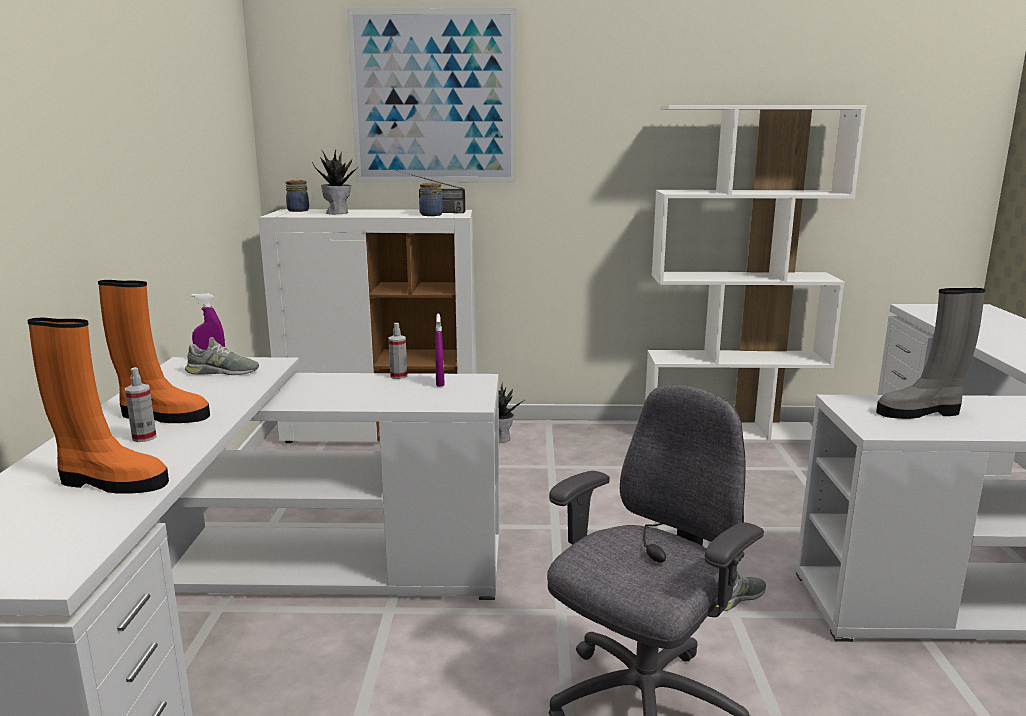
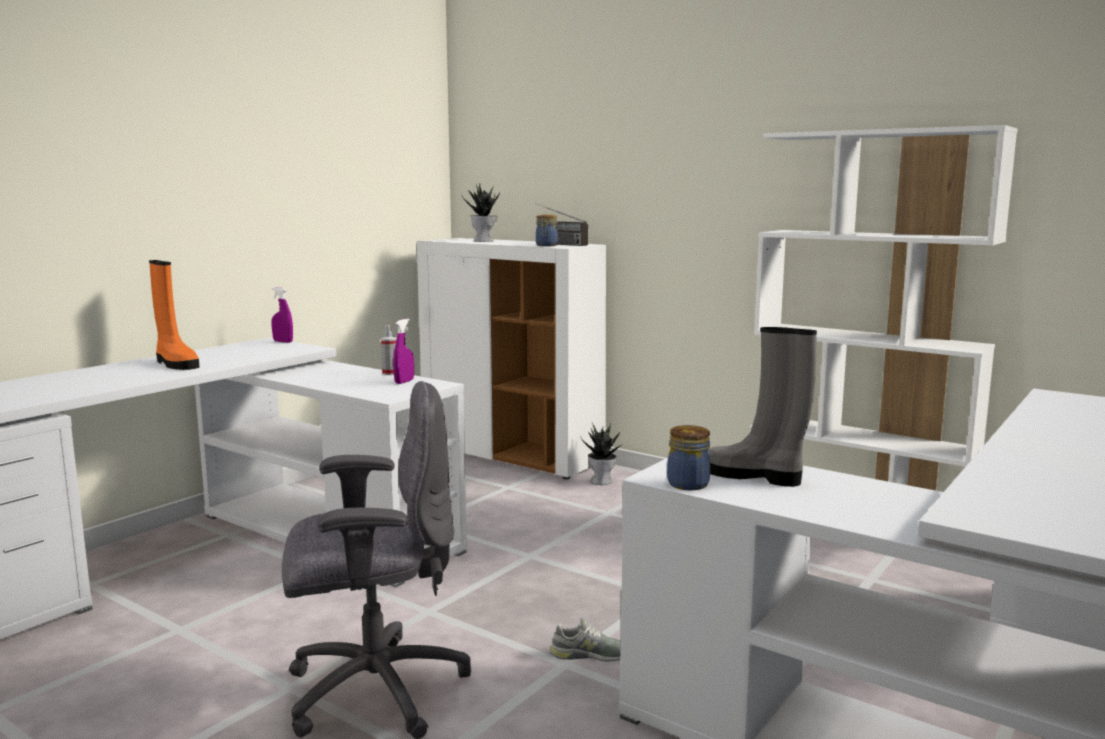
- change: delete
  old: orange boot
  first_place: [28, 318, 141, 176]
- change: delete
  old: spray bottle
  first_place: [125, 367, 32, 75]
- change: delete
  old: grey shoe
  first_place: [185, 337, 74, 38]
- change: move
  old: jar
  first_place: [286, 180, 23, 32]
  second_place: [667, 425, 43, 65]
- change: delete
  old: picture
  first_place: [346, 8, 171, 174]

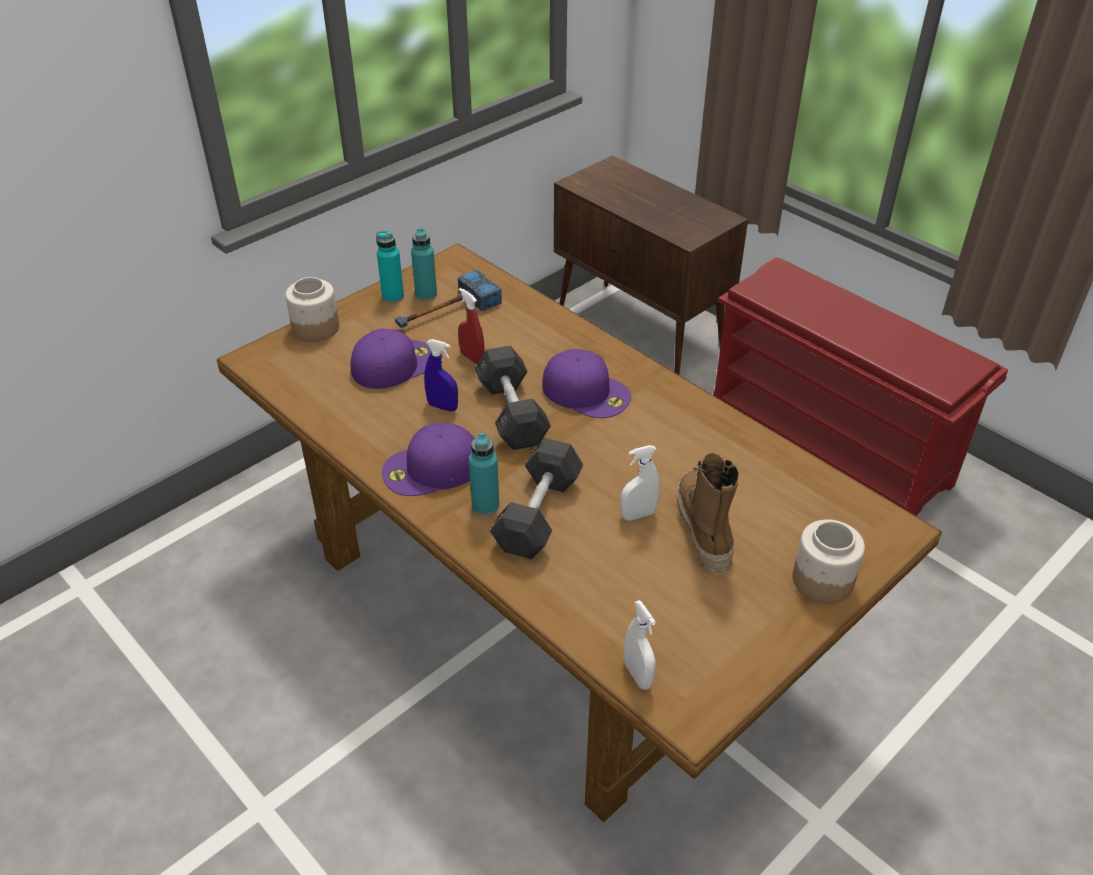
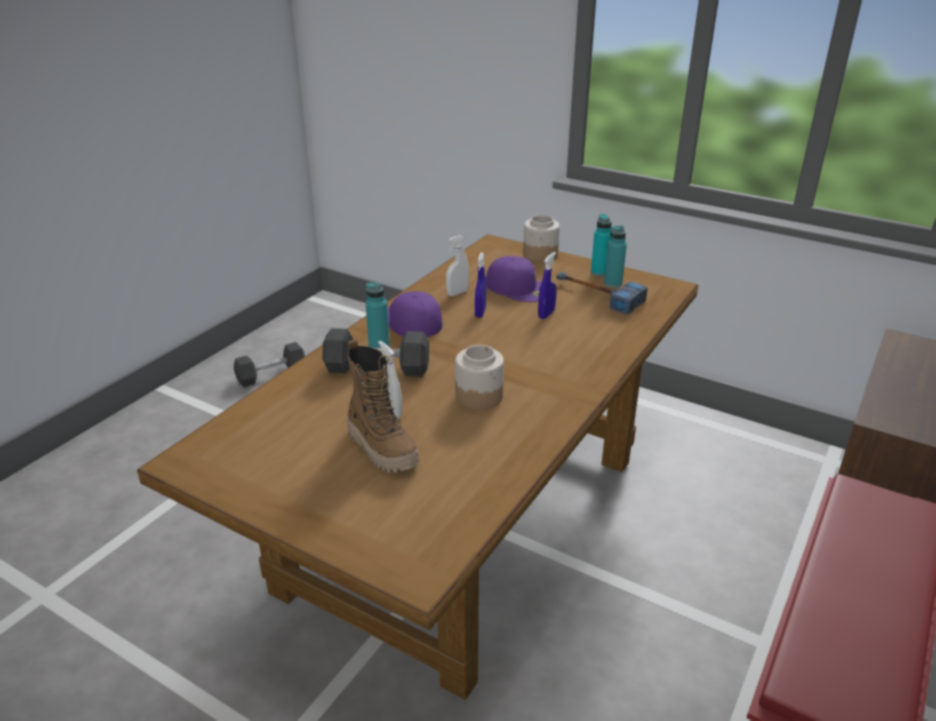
- change: recolor
  old: red spray bottle
  new: blue spray bottle
  first_place: [458, 288, 26, 76]
  second_place: [538, 252, 19, 67]
- change: move
  old: grey dumbbell
  first_place: [475, 346, 76, 104]
  second_place: [234, 342, 71, 45]
- change: delete
  old: purple cap
  first_place: [542, 349, 89, 69]
- change: move
  old: white spray bottle
  first_place: [624, 600, 32, 90]
  second_place: [446, 235, 23, 61]
- change: rotate
  old: boot
  first_place: [677, 453, 62, 120]
  second_place: [347, 339, 72, 134]
  degrees: 75
- change: move
  old: jar
  first_place: [793, 519, 72, 84]
  second_place: [455, 345, 49, 65]

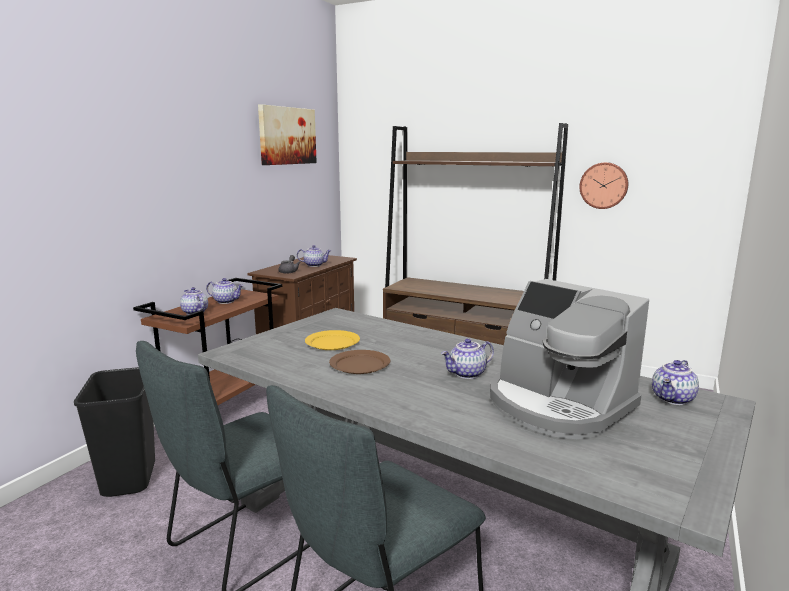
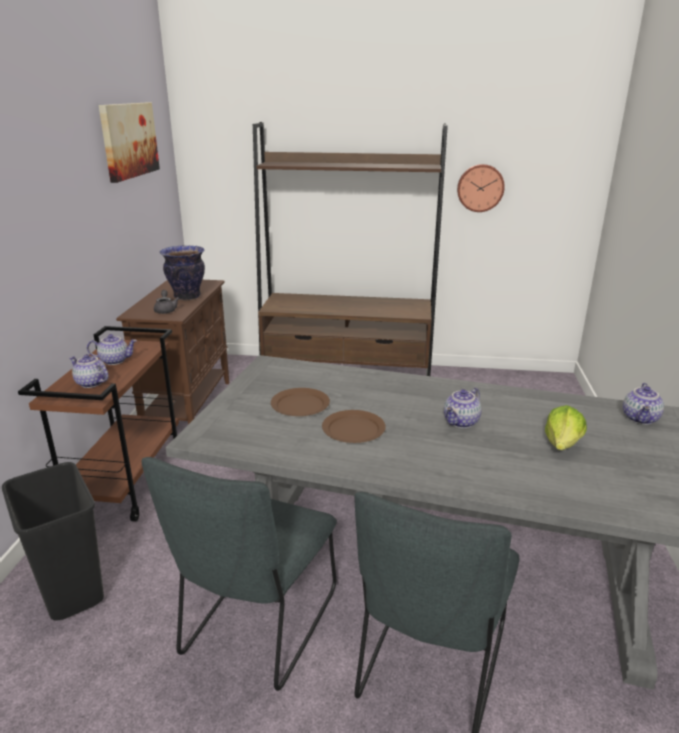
- change: replace
  old: teapot
  new: vase
  first_place: [297, 245, 34, 22]
  second_place: [160, 246, 45, 54]
- change: recolor
  old: yellow plate
  new: brown plate
  first_place: [305, 330, 55, 20]
  second_place: [271, 388, 59, 28]
- change: replace
  old: coffee machine
  new: lettuce
  first_place: [490, 279, 159, 160]
  second_place: [545, 405, 42, 45]

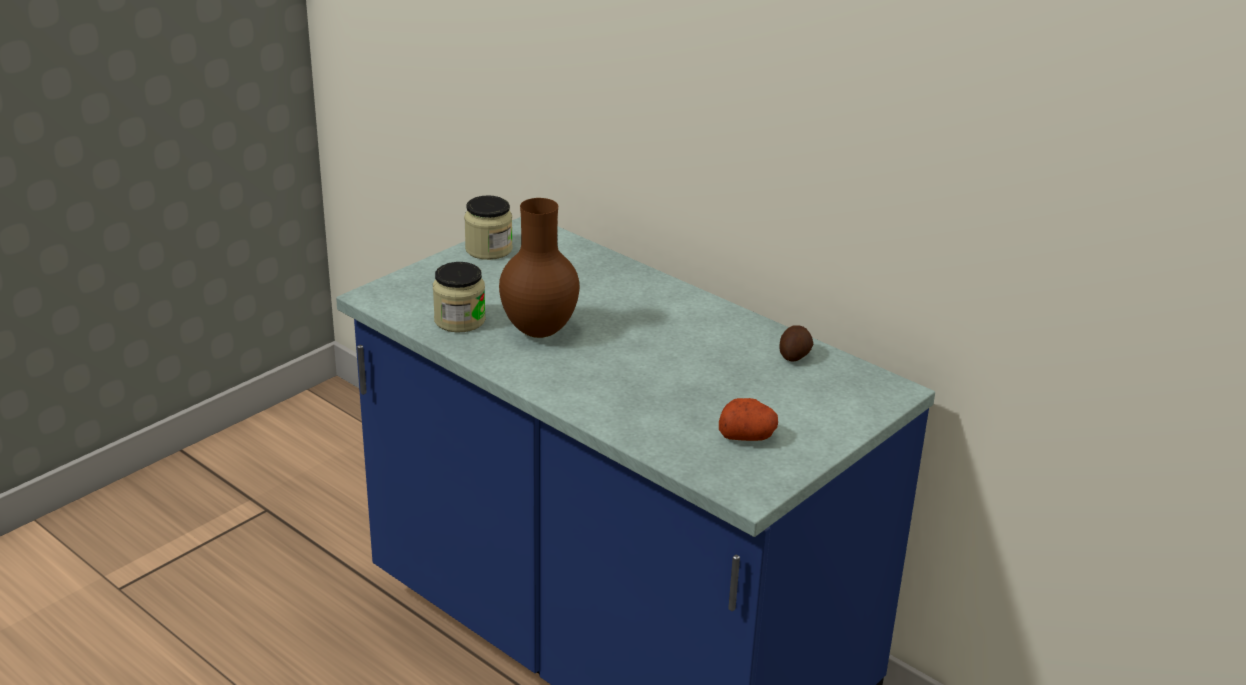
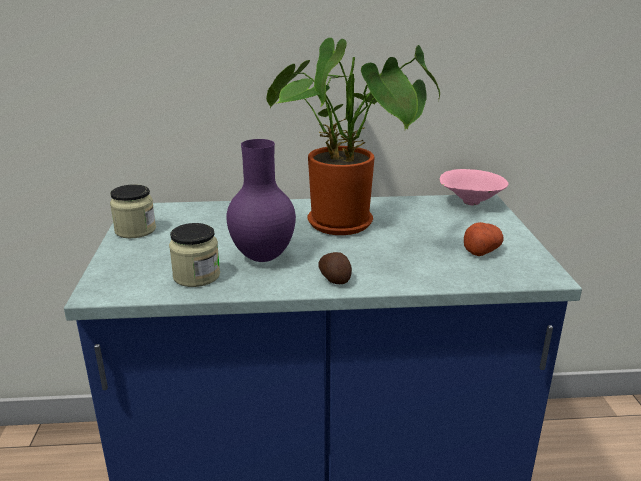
- change: recolor
  old: brown vase
  new: purple vase
  first_place: [499, 198, 80, 140]
  second_place: [226, 139, 70, 123]
- change: move
  old: potato
  first_place: [779, 326, 34, 35]
  second_place: [318, 252, 34, 32]
- change: insert
  new: potted plant
  second_place: [266, 38, 174, 197]
- change: insert
  new: pink bowl
  second_place: [440, 169, 69, 36]

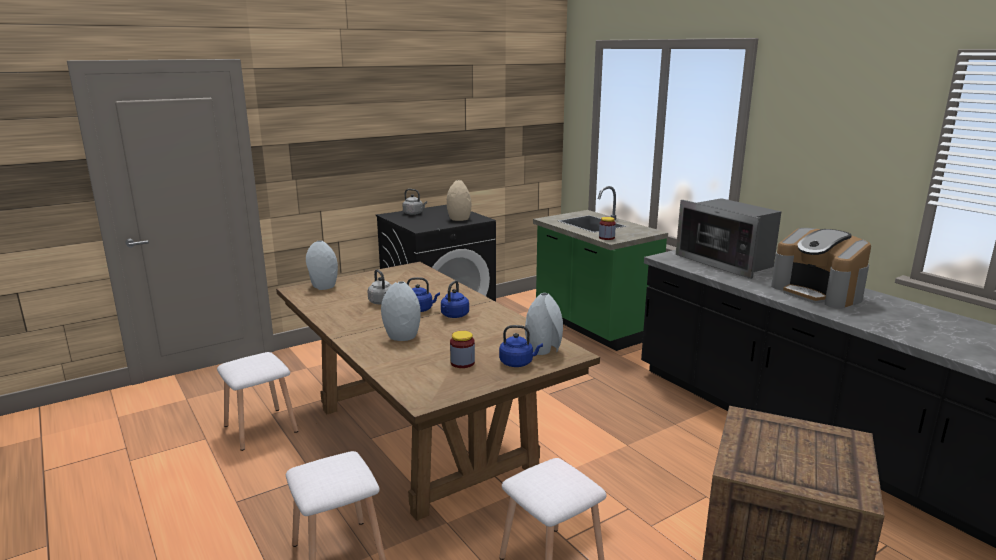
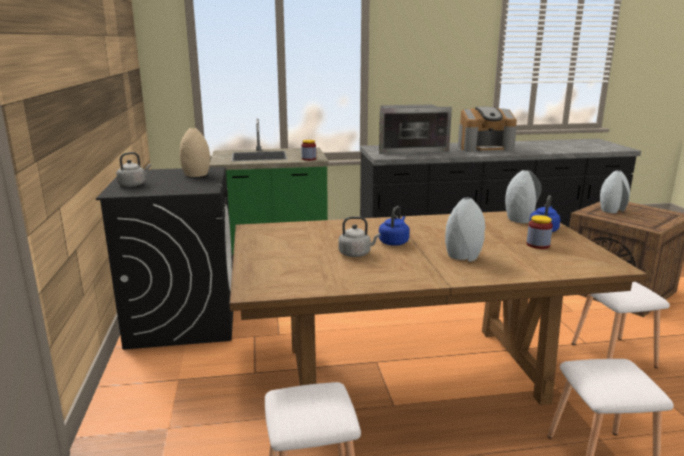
- change: move
  old: grey vase
  first_place: [306, 240, 32, 50]
  second_place: [600, 170, 30, 43]
- change: delete
  old: blue kettle
  first_place: [441, 281, 28, 37]

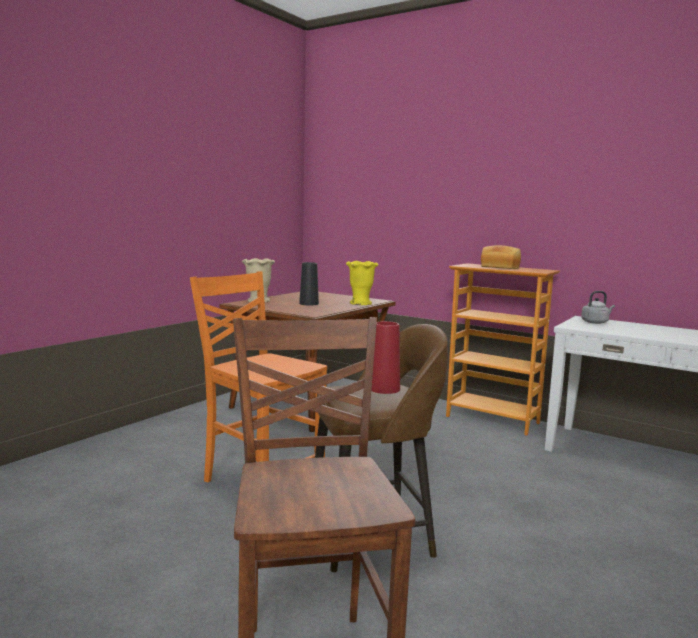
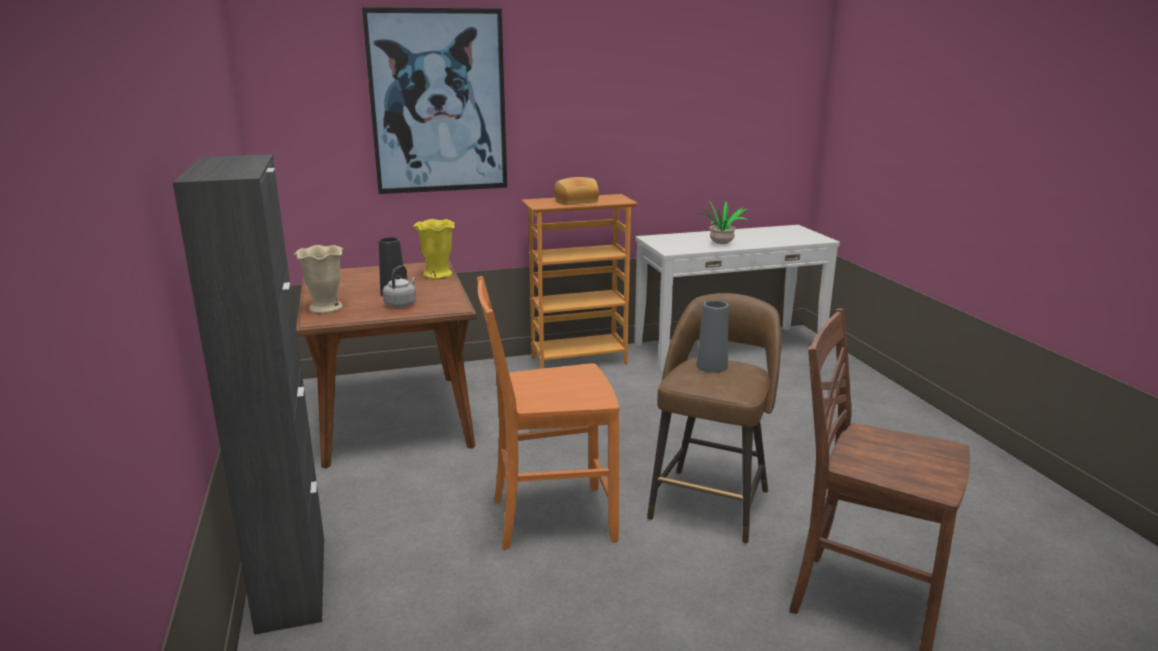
- change: recolor
  old: red vase
  new: grey vase
  first_place: [371, 321, 29, 73]
  second_place: [696, 301, 33, 72]
- change: move
  old: grey kettle
  first_place: [581, 291, 34, 33]
  second_place: [383, 265, 33, 42]
- change: insert
  new: black cabinet
  second_place: [173, 154, 151, 481]
- change: insert
  new: picture
  second_place: [362, 7, 145, 187]
- change: insert
  new: potted plant
  second_place: [697, 200, 51, 44]

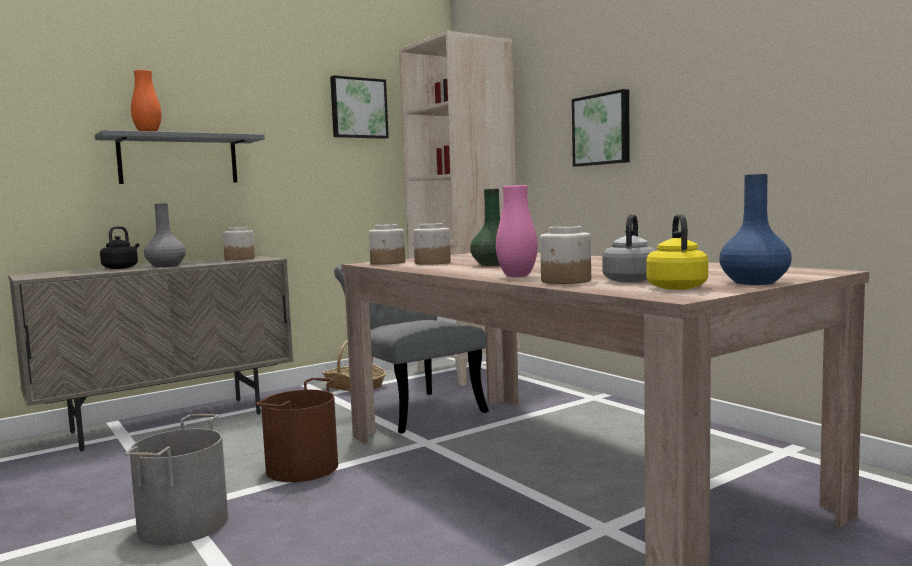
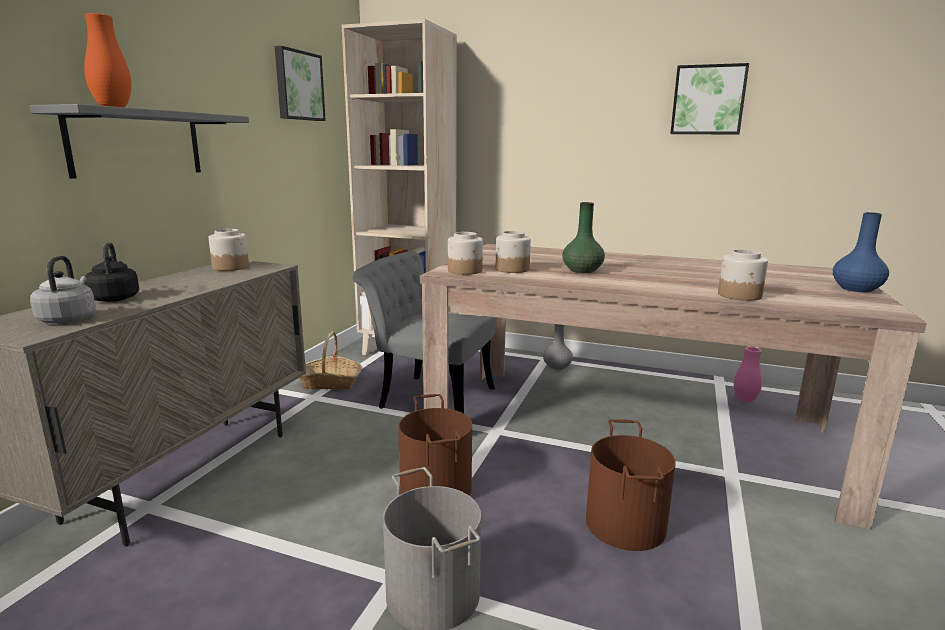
- change: move
  old: grey vase
  first_place: [144, 203, 42, 64]
  second_place: [543, 324, 30, 46]
- change: move
  old: pink vase
  first_place: [496, 185, 42, 92]
  second_place: [734, 347, 28, 56]
- change: move
  old: picture
  first_place: [572, 89, 58, 78]
  second_place: [670, 63, 79, 71]
- change: move
  old: grey kettle
  first_place: [602, 214, 54, 69]
  second_place: [30, 256, 66, 68]
- change: delete
  old: yellow kettle
  first_place: [646, 214, 62, 76]
- change: insert
  new: brown bucket
  second_place: [586, 419, 90, 132]

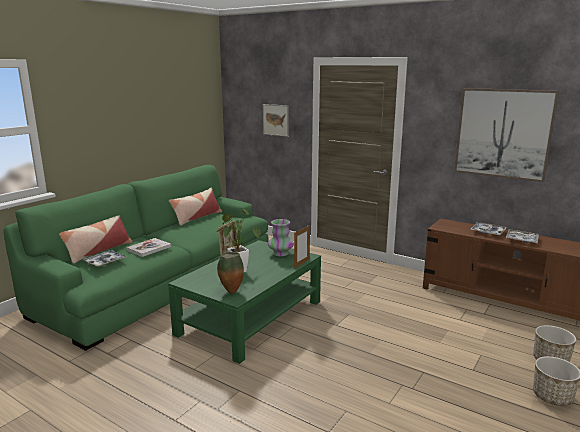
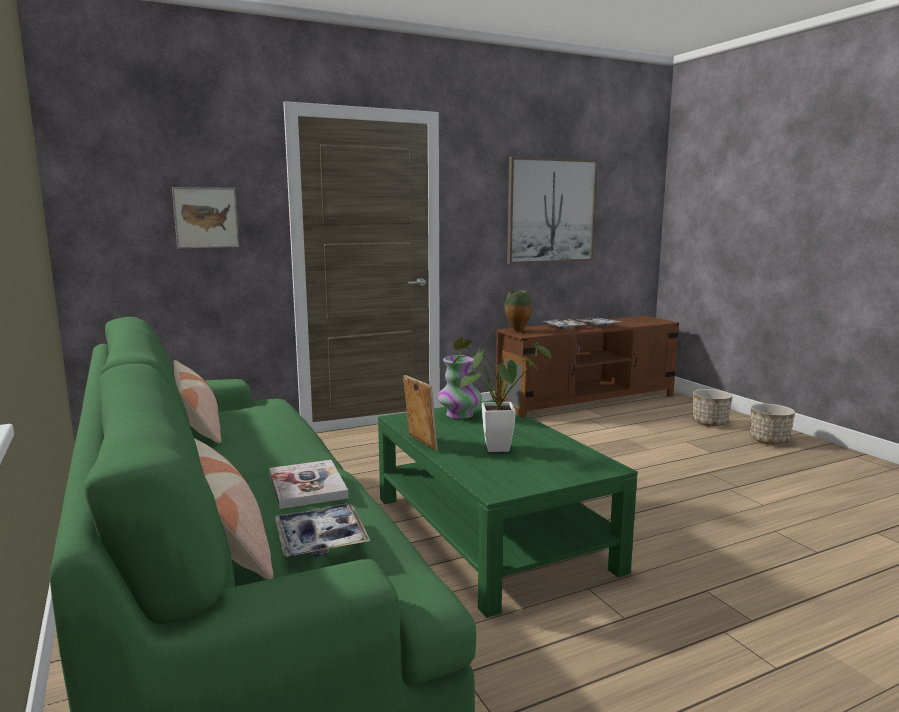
- change: move
  old: vase
  first_place: [217, 252, 27, 42]
  second_place: [504, 291, 27, 41]

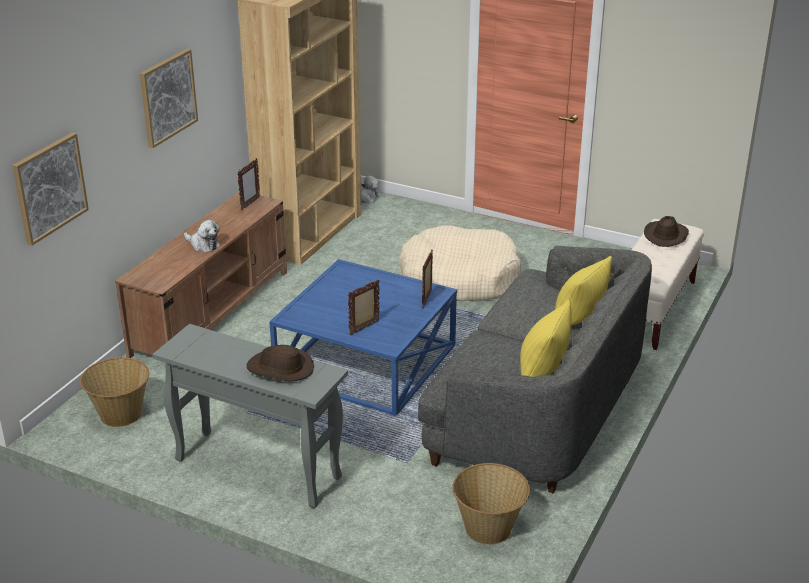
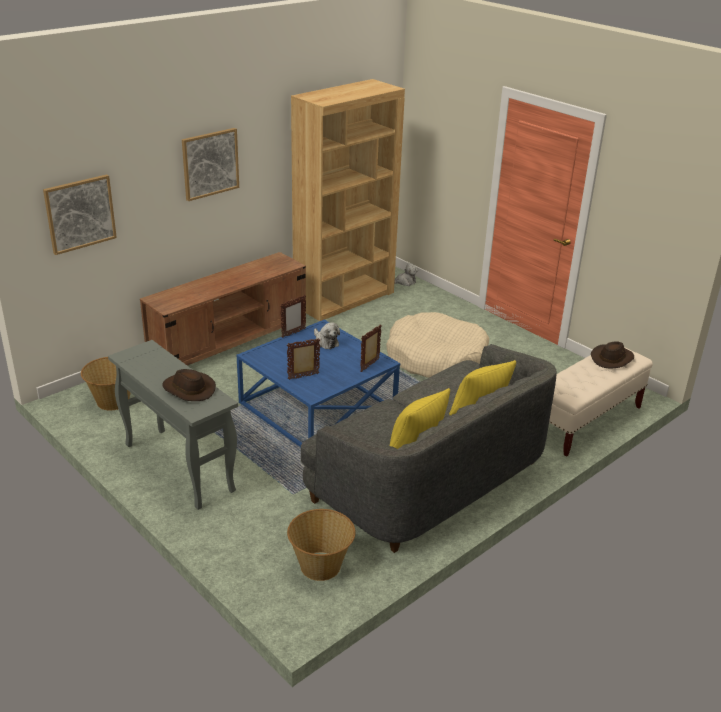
- change: move
  old: plush toy
  first_place: [184, 220, 36, 32]
  second_place: [314, 322, 26, 27]
- change: move
  old: picture frame
  first_place: [237, 158, 23, 52]
  second_place: [280, 295, 26, 43]

